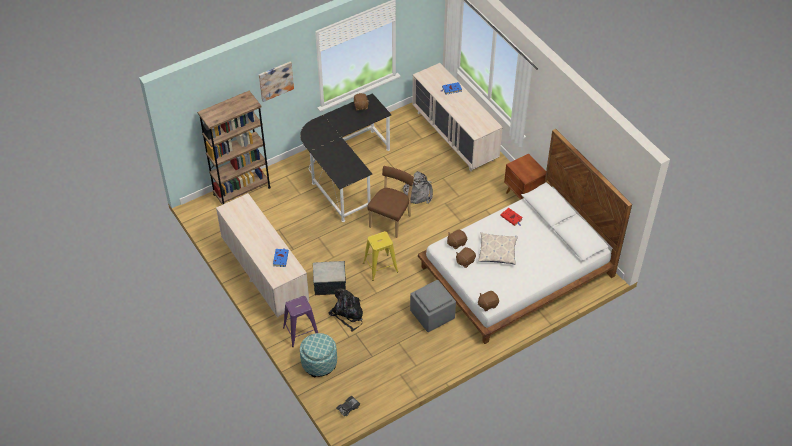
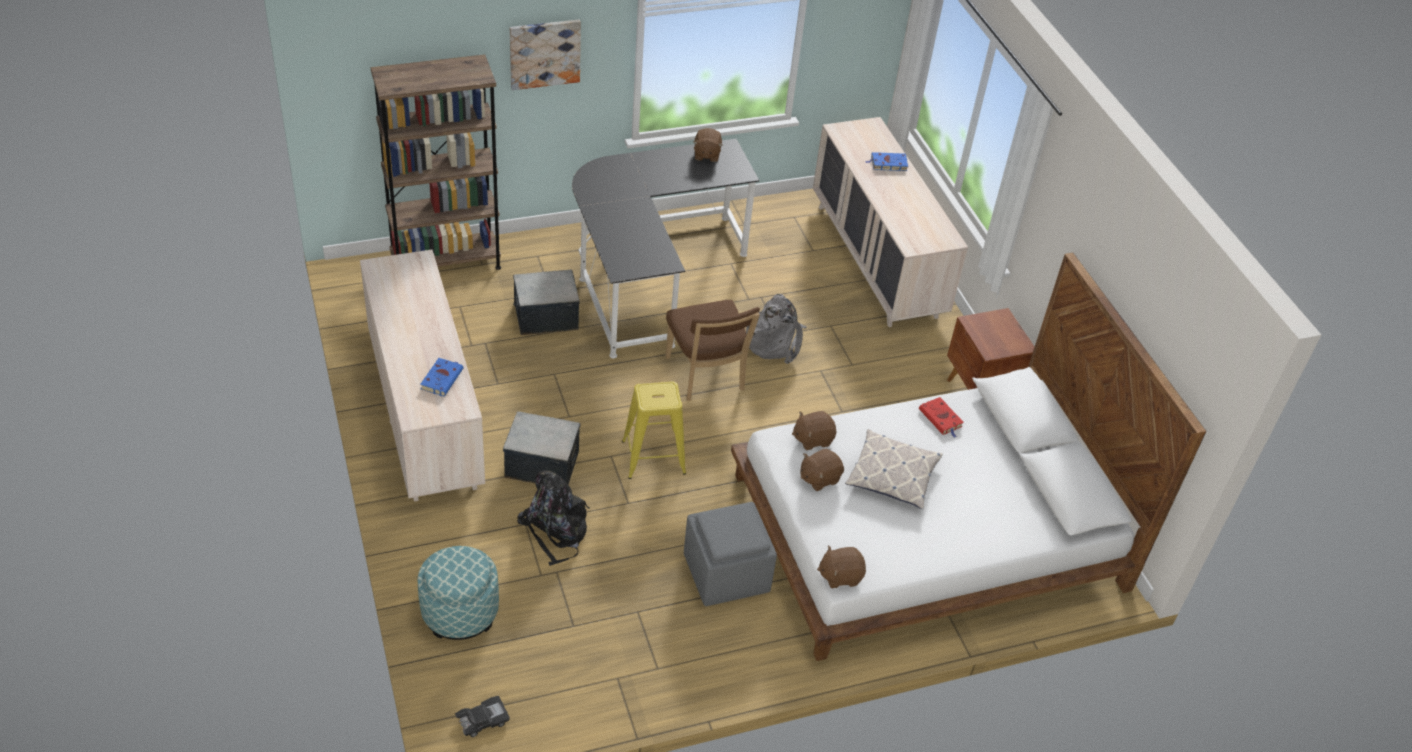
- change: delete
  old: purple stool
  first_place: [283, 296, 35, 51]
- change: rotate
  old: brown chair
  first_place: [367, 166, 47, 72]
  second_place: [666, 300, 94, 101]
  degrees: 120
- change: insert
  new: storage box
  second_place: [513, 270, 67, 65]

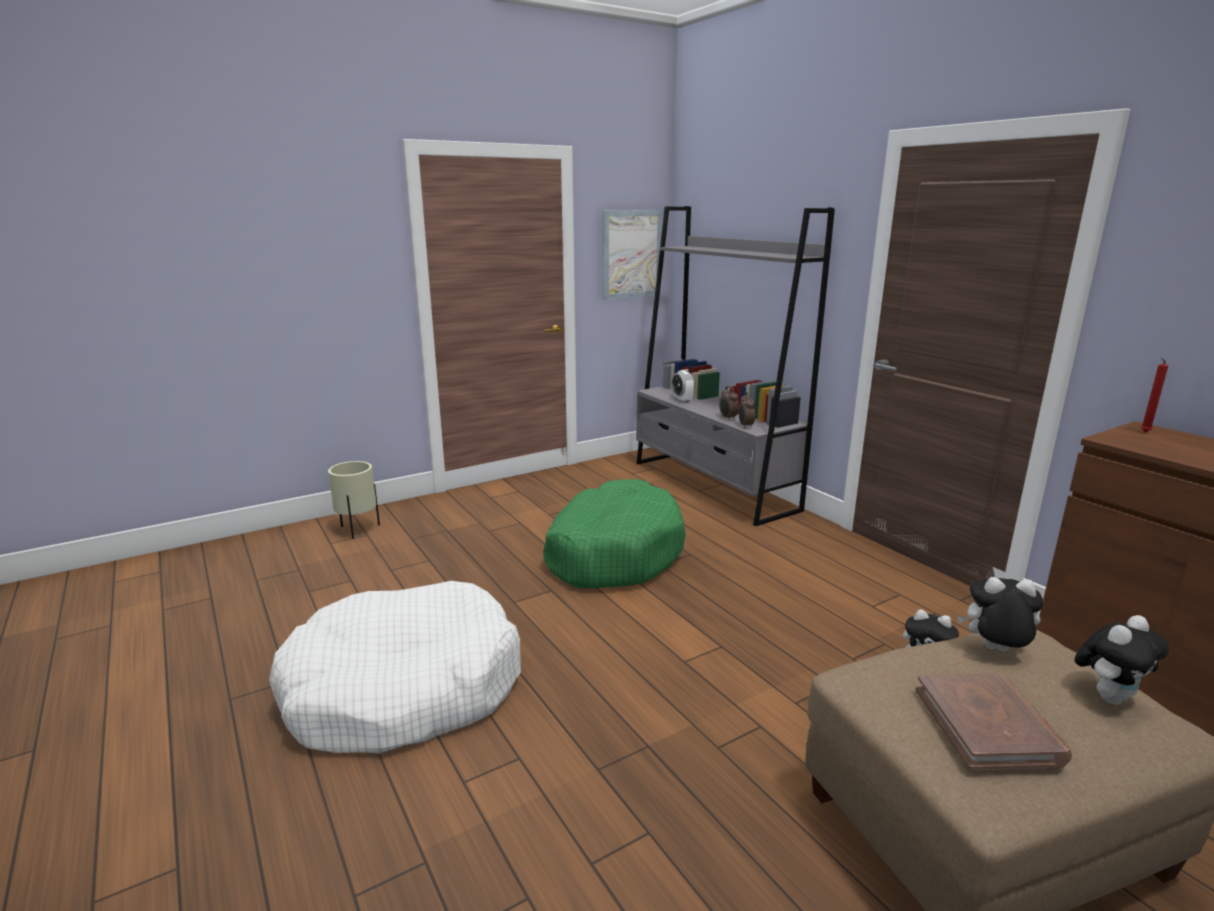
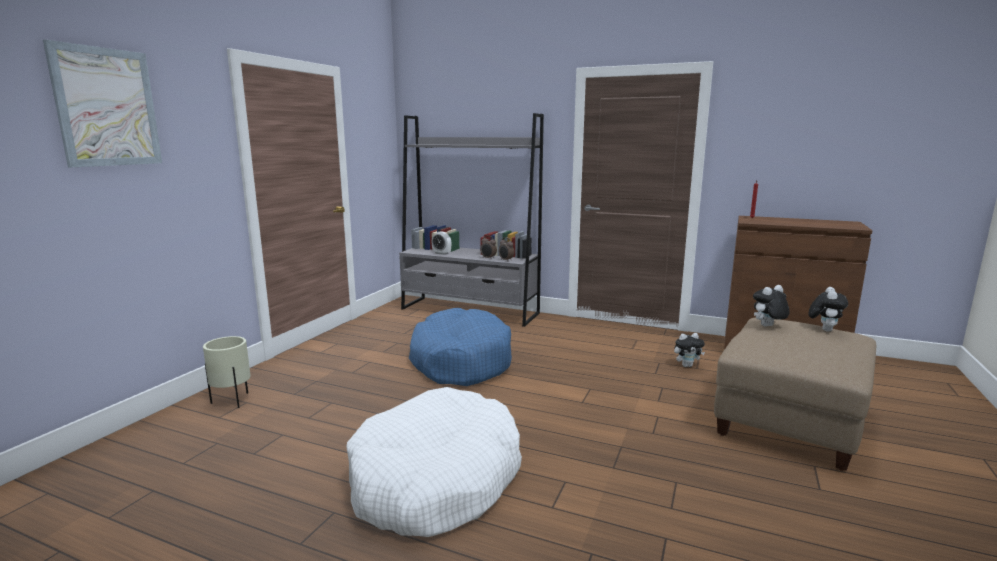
- change: recolor
  old: green dog bed
  new: blue dog bed
  first_place: [543, 479, 143, 109]
  second_place: [409, 308, 103, 78]
- change: move
  old: picture
  first_place: [602, 210, 61, 90]
  second_place: [43, 40, 119, 127]
- change: delete
  old: brown book
  first_place: [916, 673, 156, 97]

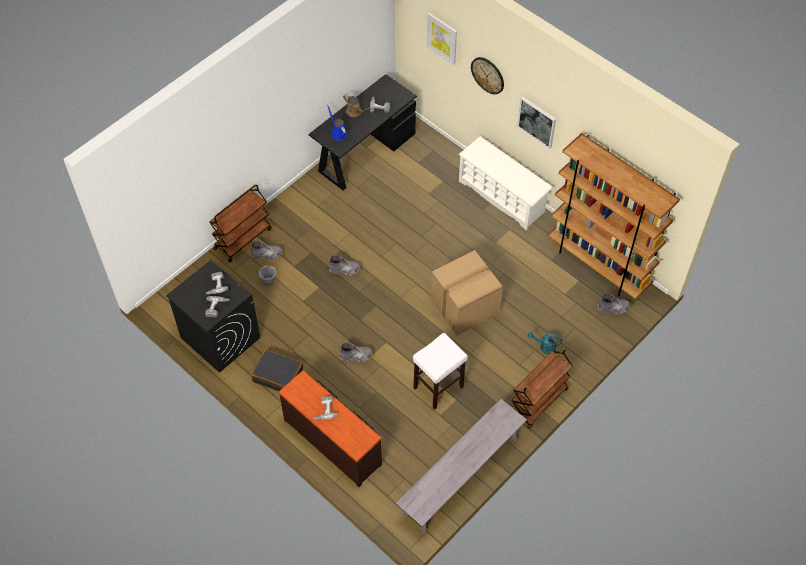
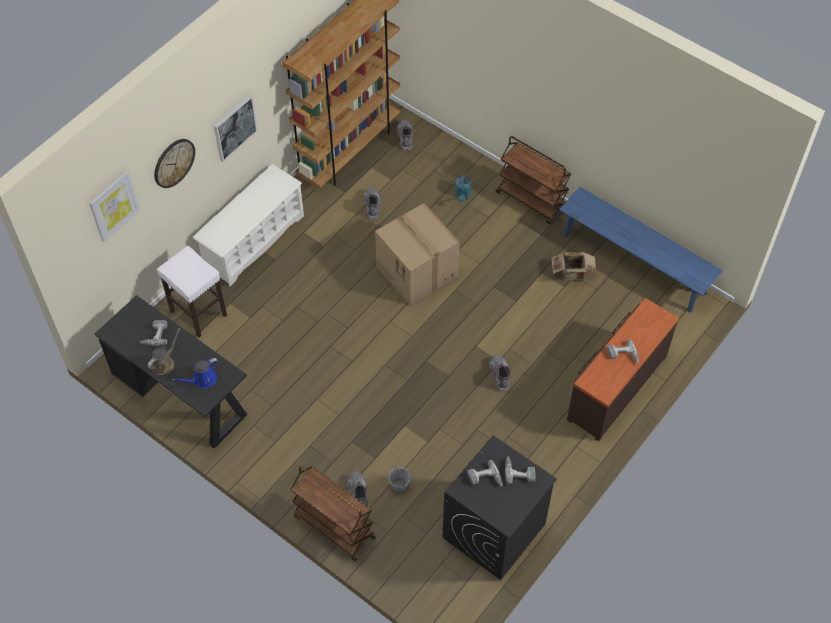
- change: delete
  old: black suitcase
  first_place: [251, 349, 52, 42]
- change: move
  old: grey boot
  first_place: [329, 255, 32, 21]
  second_place: [364, 187, 16, 33]
- change: recolor
  old: grey bench
  new: blue bench
  first_place: [396, 399, 131, 135]
  second_place: [559, 187, 164, 125]
- change: move
  old: white stool
  first_place: [413, 333, 55, 77]
  second_place: [157, 246, 70, 92]
- change: insert
  new: cardboard box
  second_place: [551, 252, 46, 29]

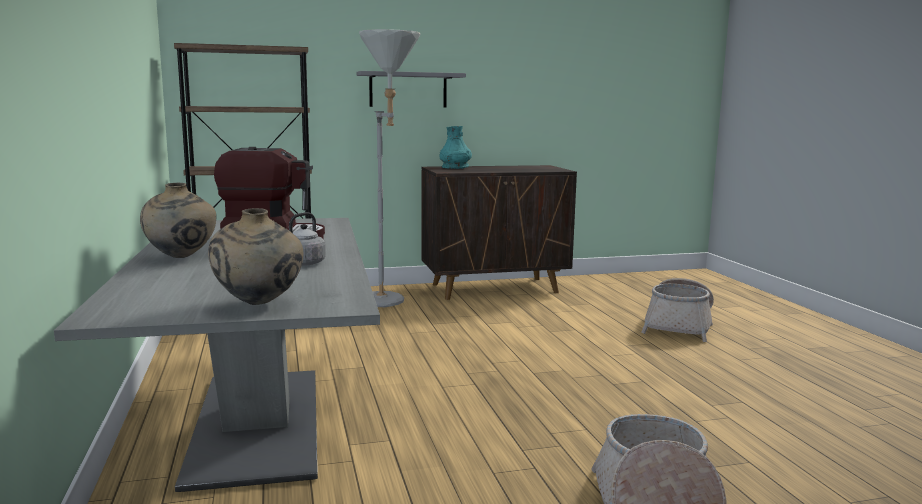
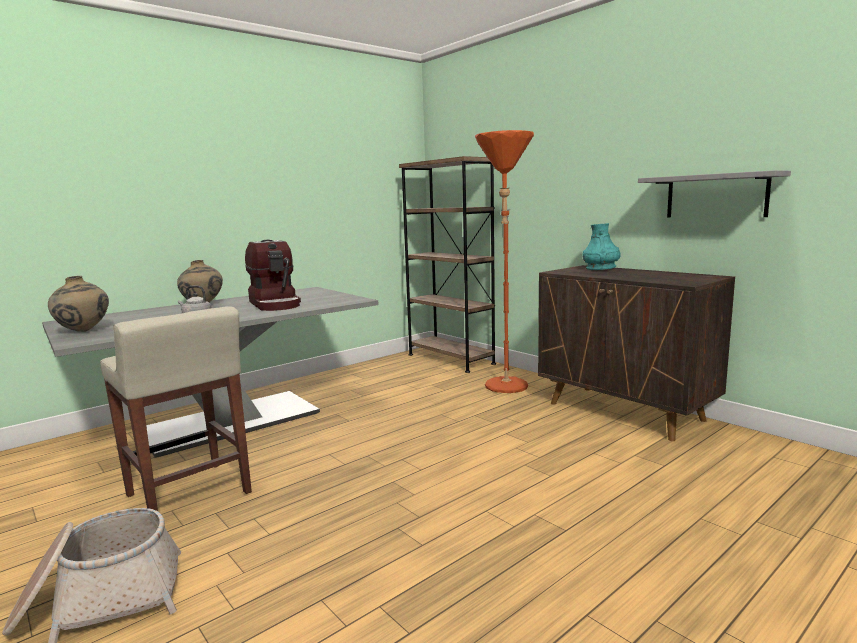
- change: move
  old: grey shelf
  first_place: [356, 71, 110, 36]
  second_place: [638, 170, 153, 47]
- change: recolor
  old: grey floor lamp
  new: orange floor lamp
  first_place: [359, 29, 62, 278]
  second_place: [475, 130, 59, 263]
- change: delete
  old: basket
  first_place: [641, 278, 73, 64]
- change: insert
  new: beige stool
  second_place: [100, 306, 152, 205]

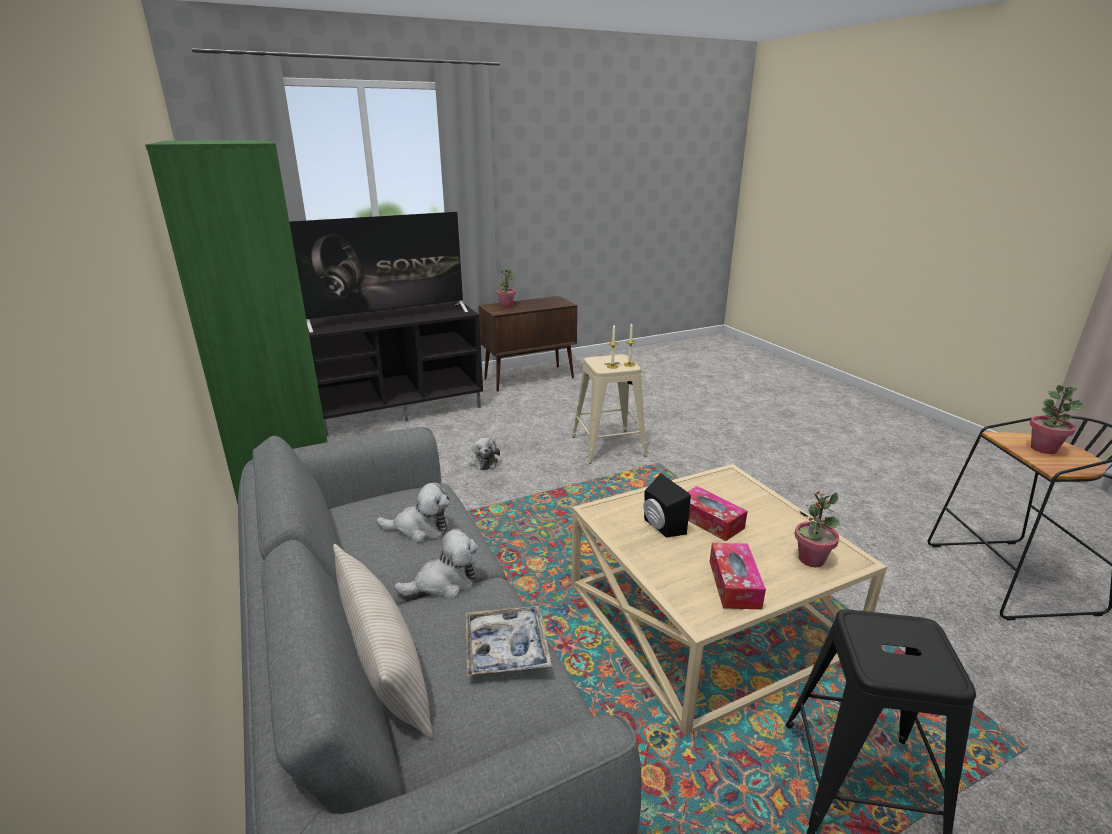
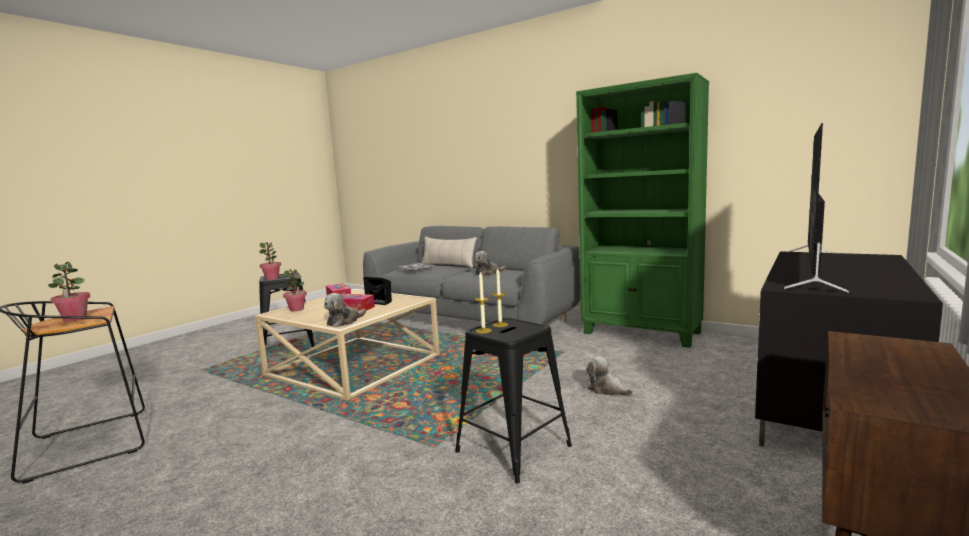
- change: move
  old: plush toy
  first_place: [394, 528, 84, 70]
  second_place: [324, 293, 42, 34]
- change: move
  old: potted plant
  first_place: [497, 269, 19, 39]
  second_place: [259, 242, 22, 38]
- change: recolor
  old: beige stool
  new: black stool
  first_place: [572, 354, 75, 110]
  second_place: [455, 318, 117, 165]

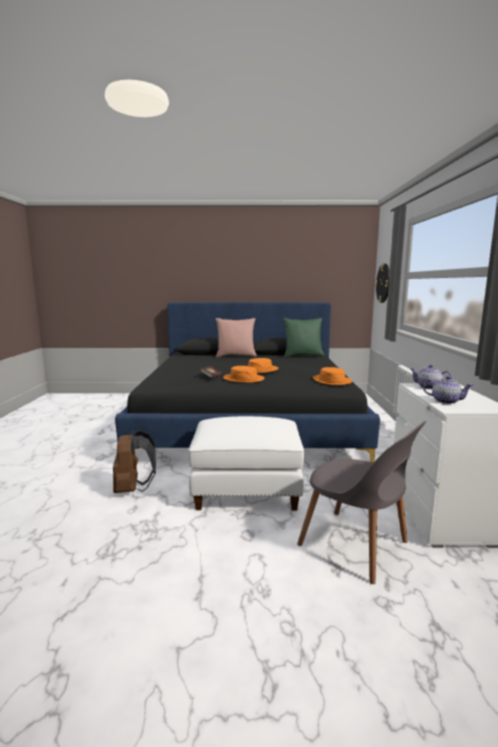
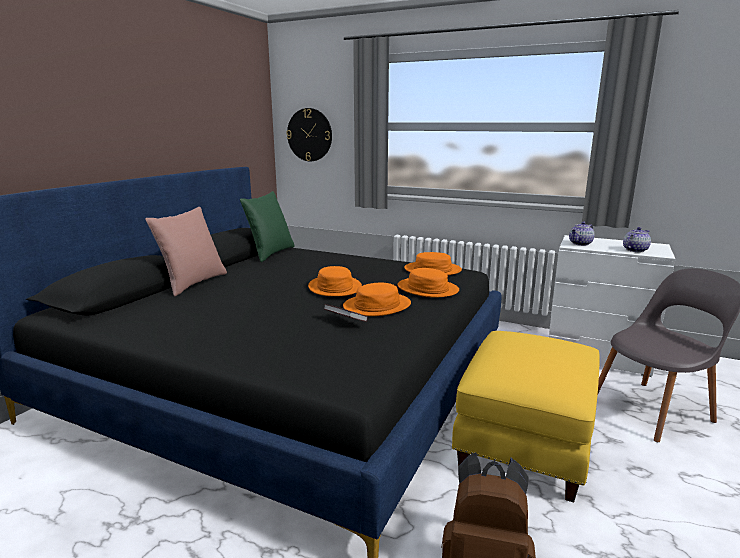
- change: recolor
  old: white ottoman
  new: yellow ottoman
  first_place: [189, 416, 115, 95]
  second_place: [452, 331, 148, 172]
- change: insert
  new: orange hat
  second_place: [398, 268, 61, 30]

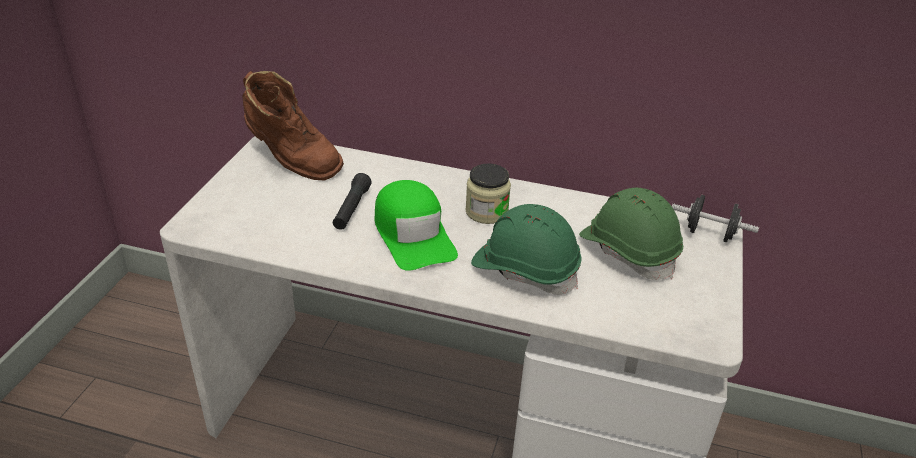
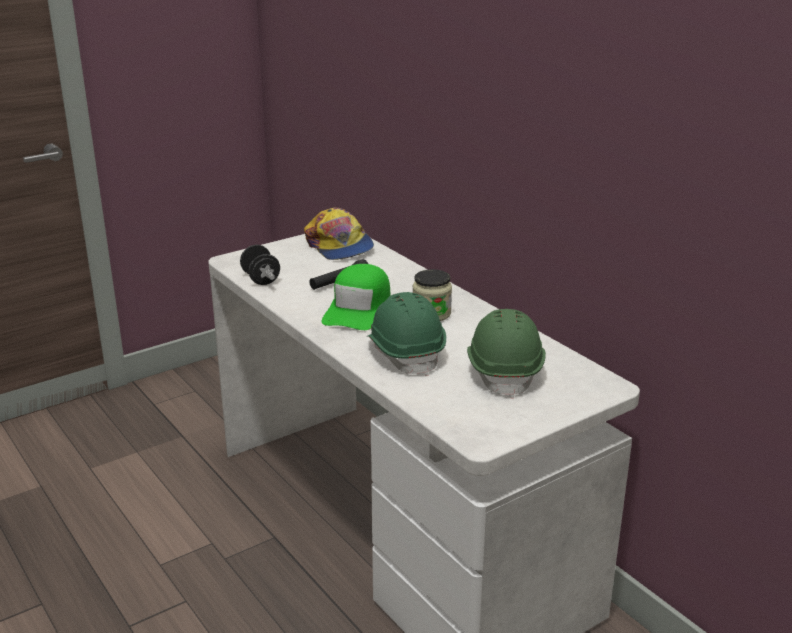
- change: replace
  old: brown boot
  new: cap
  first_place: [242, 71, 102, 110]
  second_place: [304, 207, 70, 53]
- change: move
  old: black dumbbell
  first_place: [672, 195, 87, 47]
  second_place: [240, 245, 40, 40]

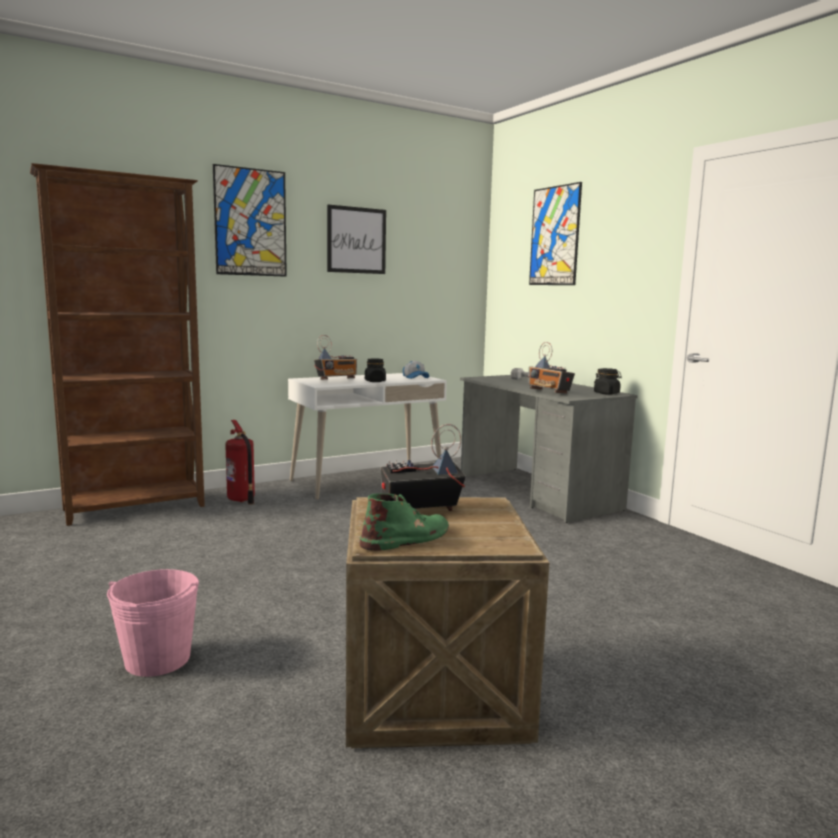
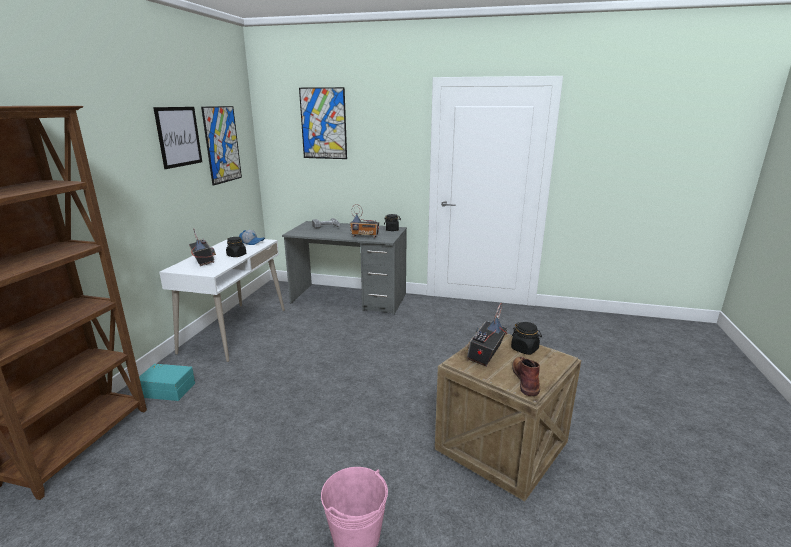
- change: move
  old: picture
  first_place: [213, 164, 74, 113]
  second_place: [201, 106, 41, 80]
- change: replace
  old: fire extinguisher
  new: turquoise storage box
  first_place: [225, 420, 30, 85]
  second_place: [139, 364, 56, 37]
- change: rotate
  old: radio
  first_place: [314, 335, 43, 45]
  second_place: [189, 228, 27, 38]
  degrees: -45
- change: recolor
  old: green boot
  new: brown boot
  first_place: [360, 493, 89, 58]
  second_place: [512, 356, 28, 40]
- change: insert
  new: black jar
  second_place: [511, 322, 31, 33]

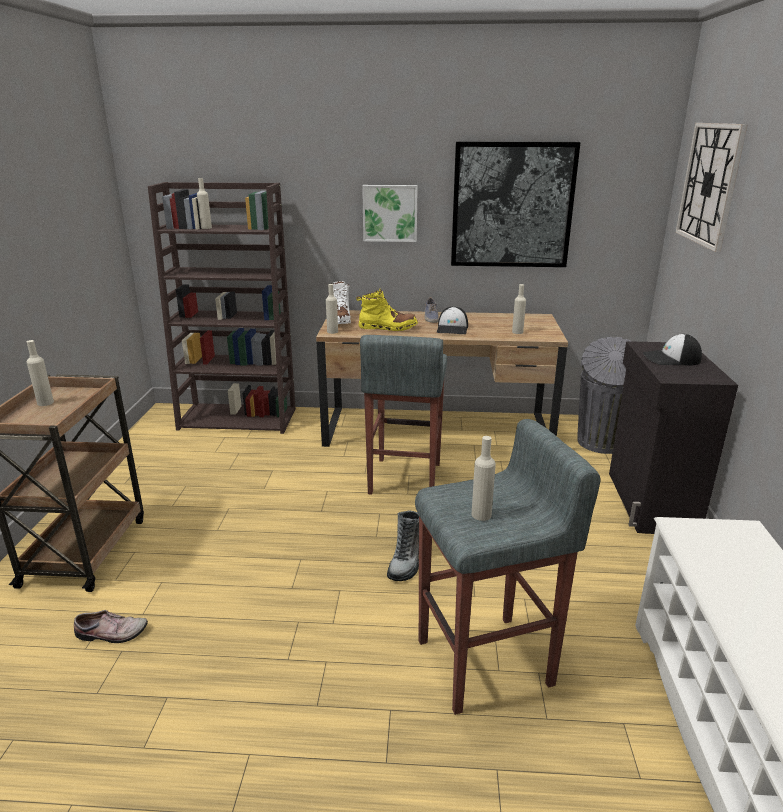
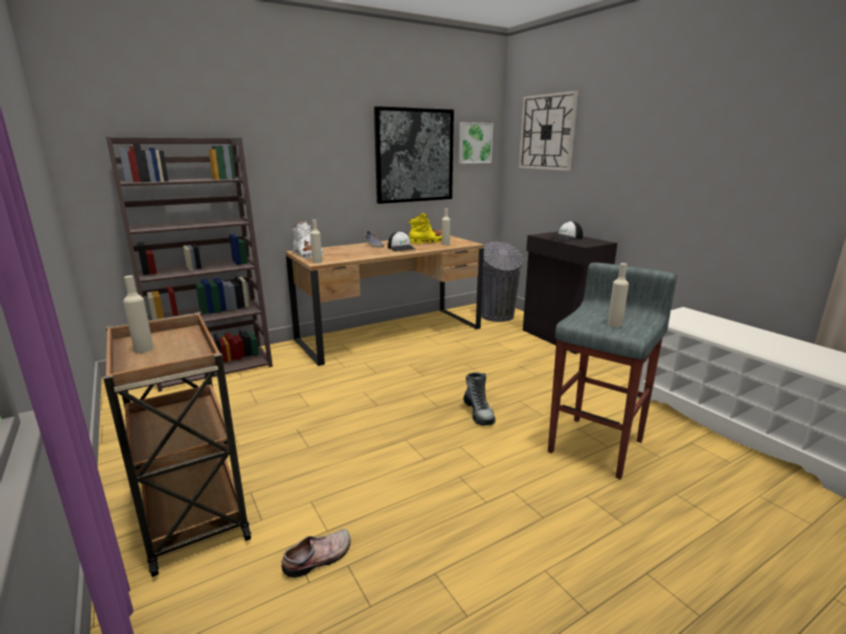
- change: delete
  old: beige bottle
  first_place: [197, 178, 15, 51]
- change: move
  old: yellow boot
  first_place: [356, 289, 62, 42]
  second_place: [408, 213, 34, 31]
- change: delete
  old: grey stool
  first_place: [360, 335, 87, 160]
- change: move
  old: picture
  first_place: [362, 185, 56, 57]
  second_place: [459, 122, 34, 42]

